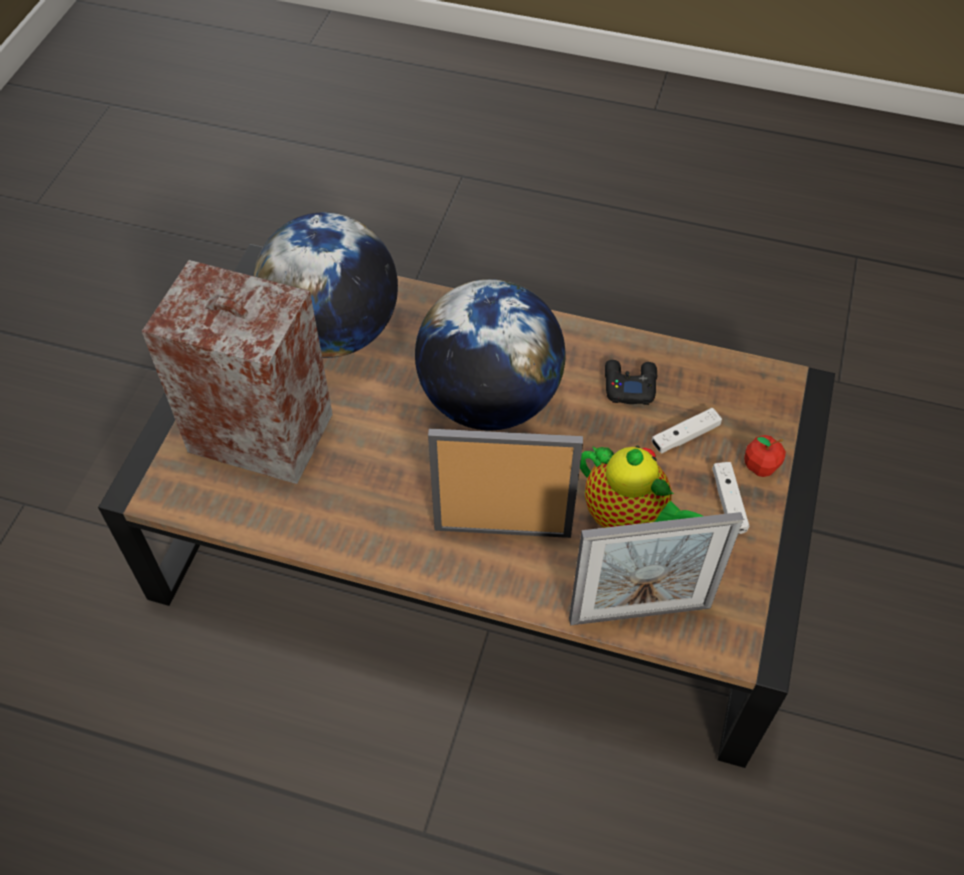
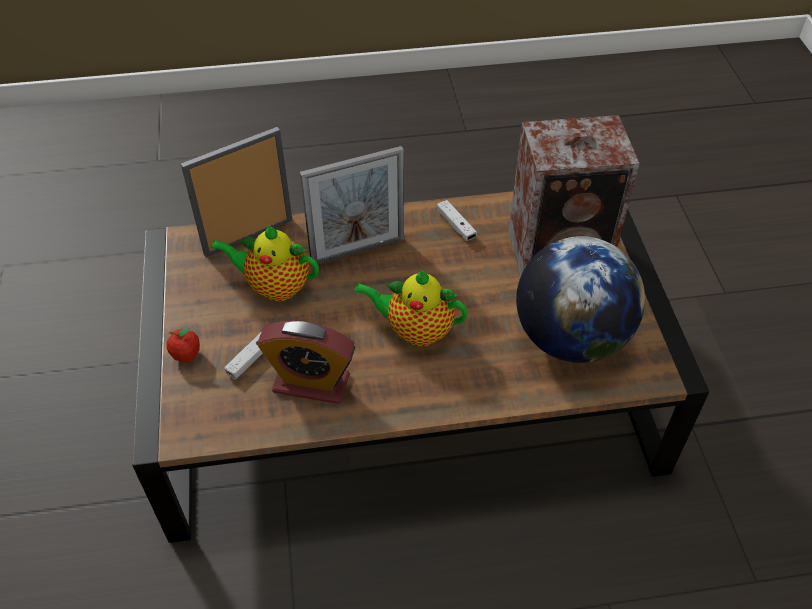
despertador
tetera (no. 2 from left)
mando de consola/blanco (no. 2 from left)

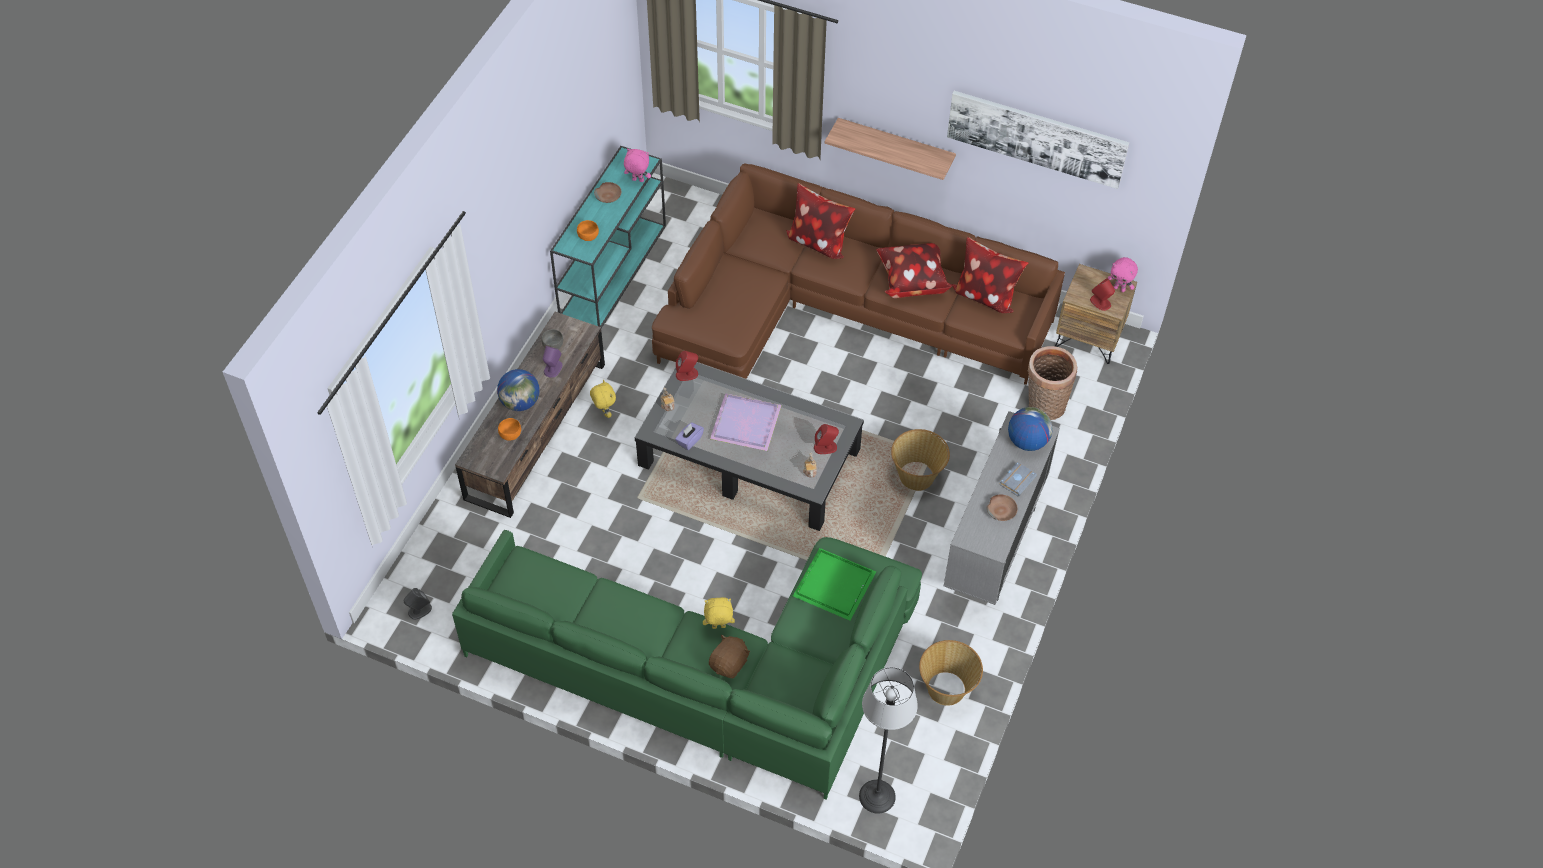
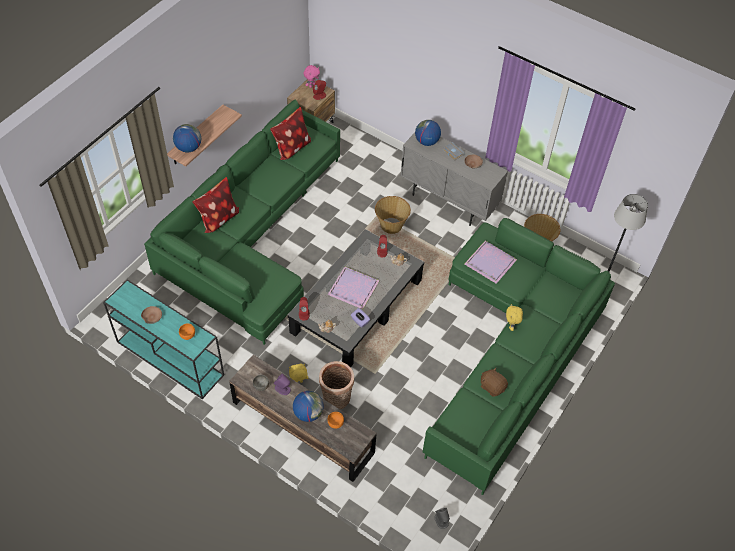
sofá/verde (no. 1 from left)
globo terráqueo (no. 1 from left)
cesta (no. 1 from left)
bandeja/morado (no. 2 from left)
peluche/marrón
peluche/rosa (no. 1 from left in the first image)
cojín (no. 2 from left in the first image)
cuadro

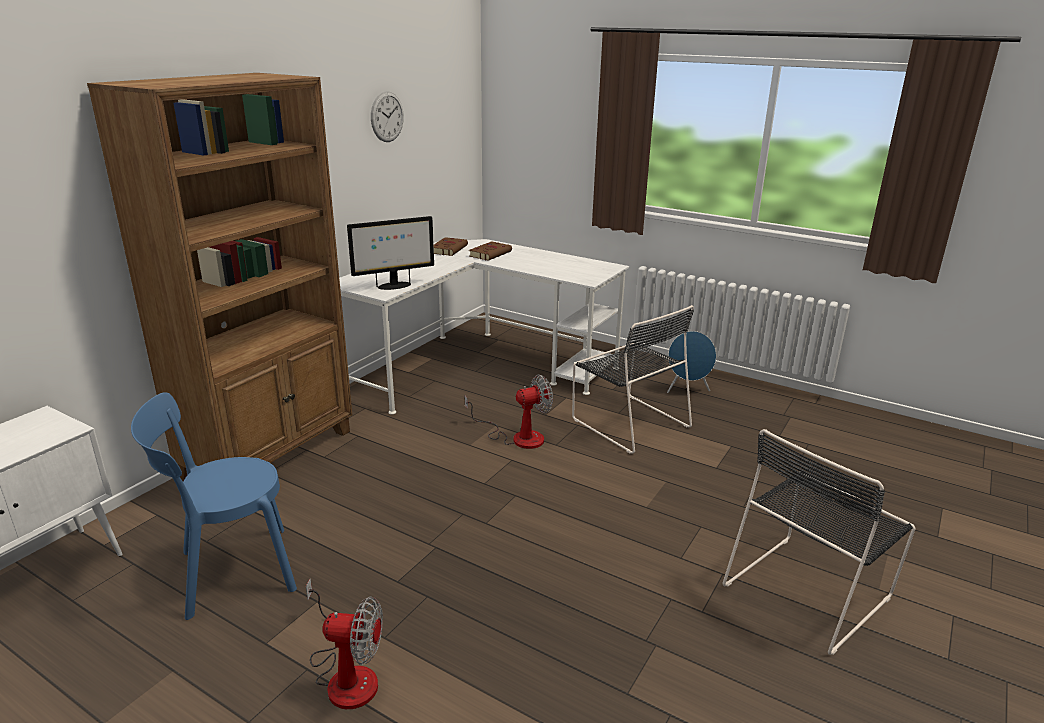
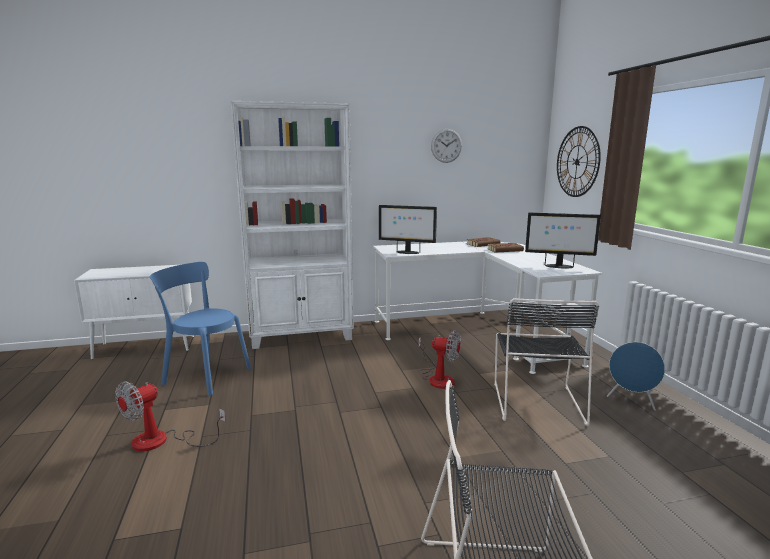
ventilador (no. 1 from left)
estantería/blanco
monitor (no. 2 from left)
reloj de pared (no. 2 from left)

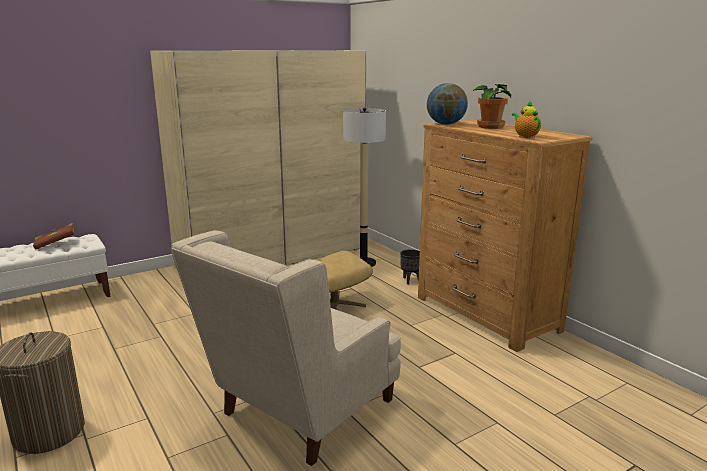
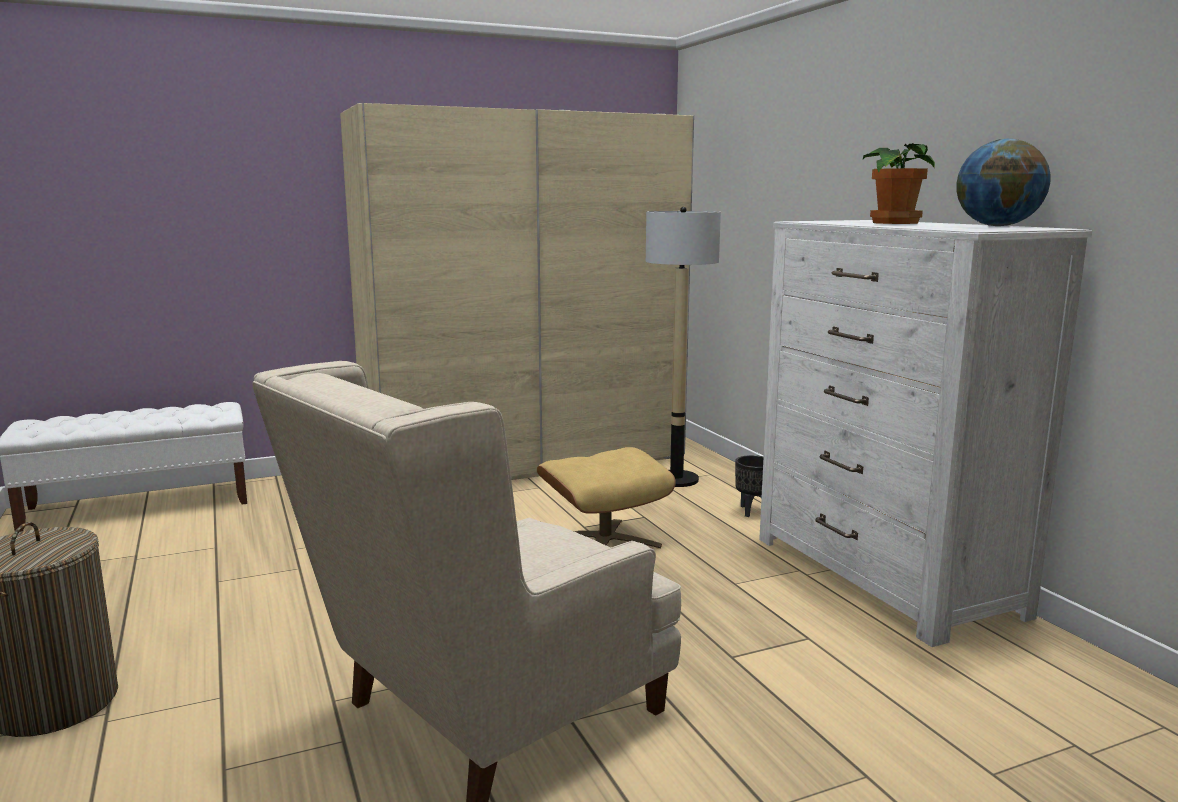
cómoda/blanco
globo terráqueo
libro/marrón
tetera

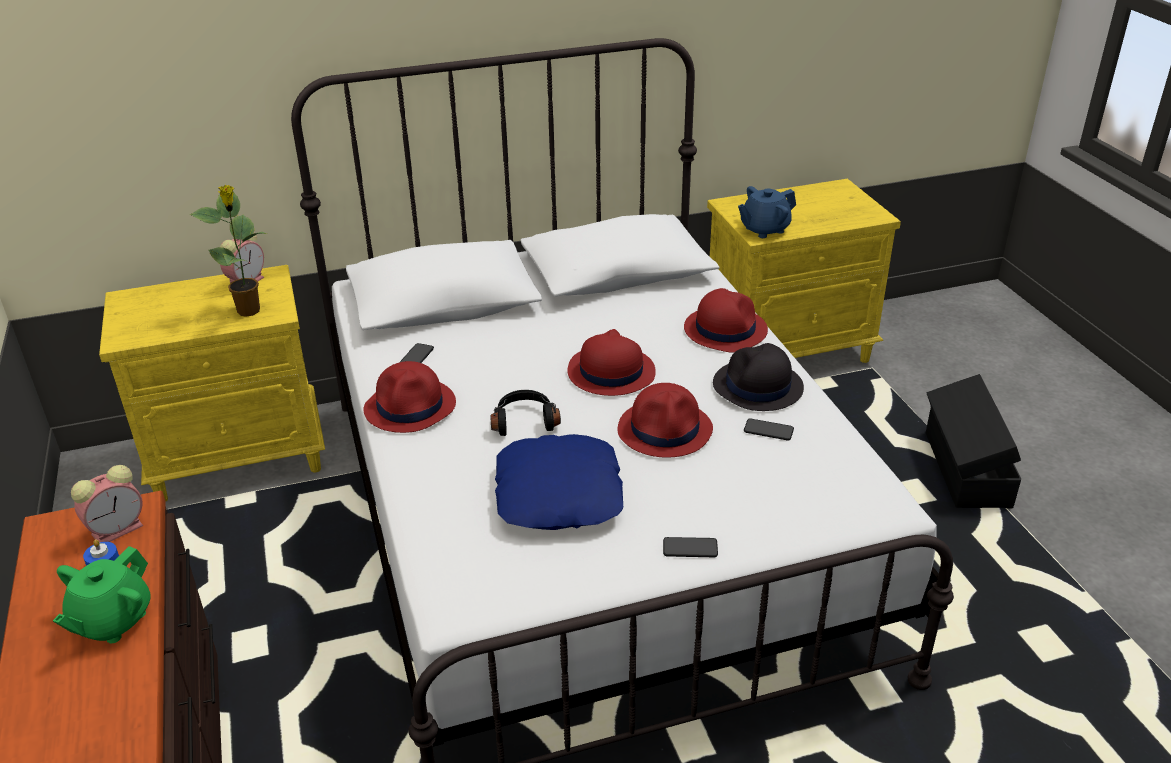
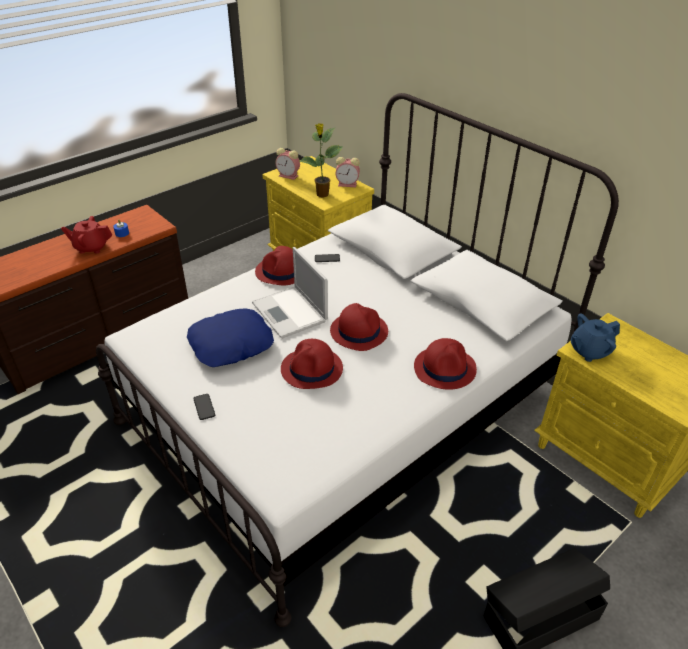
tetera/rojo
portátil
despertador (no. 1 from left)
tetera/azul
sombrero/negro
móvil (no. 3 from left in the first image)

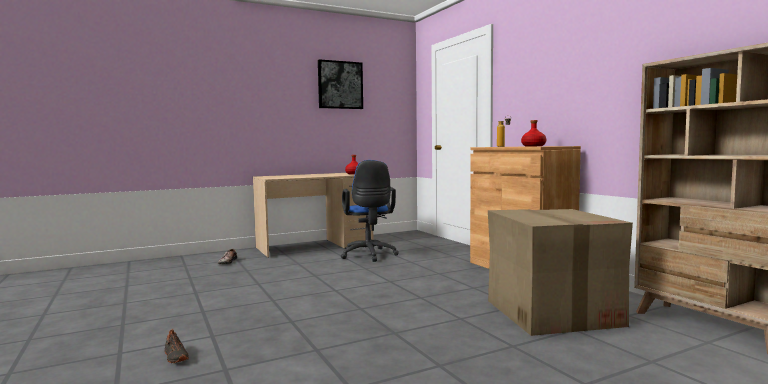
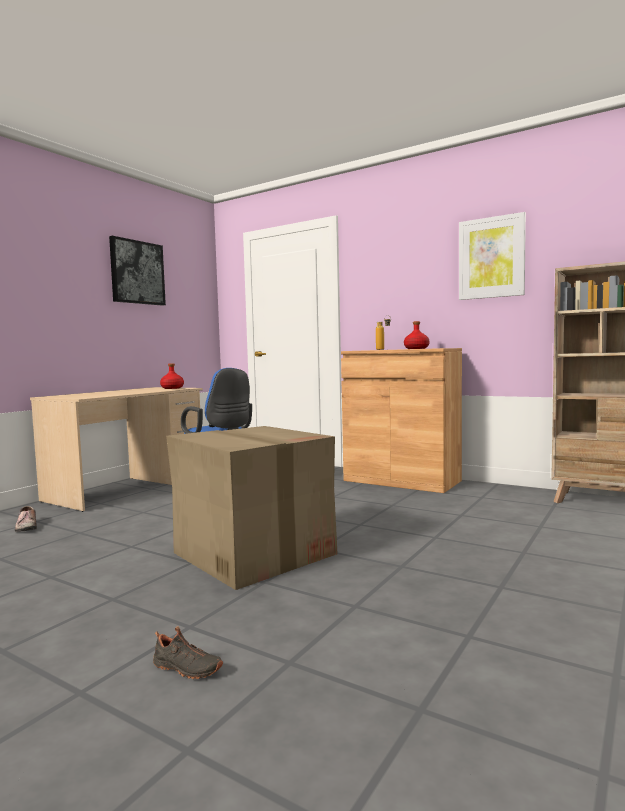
caja de cartón
cuadro (no. 2 from left)

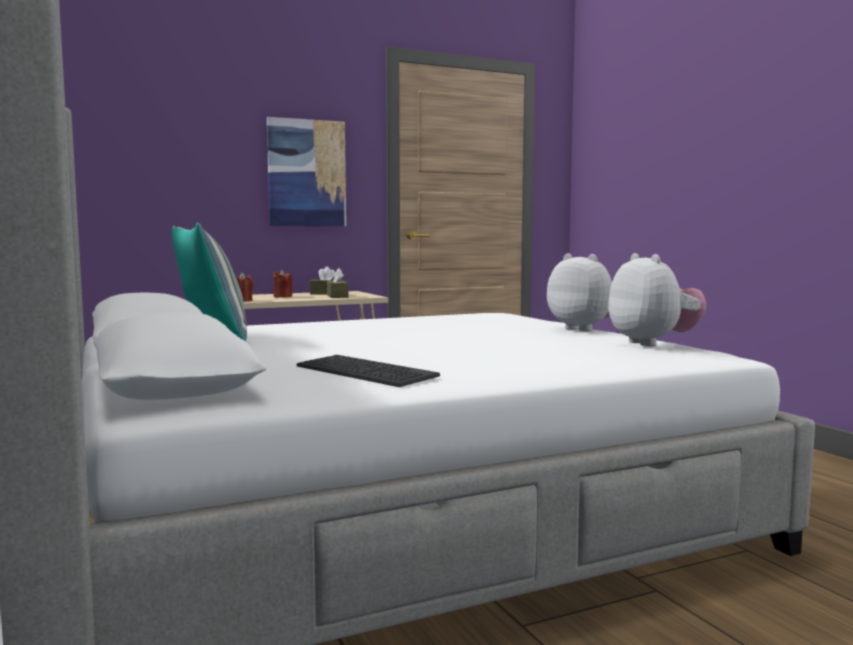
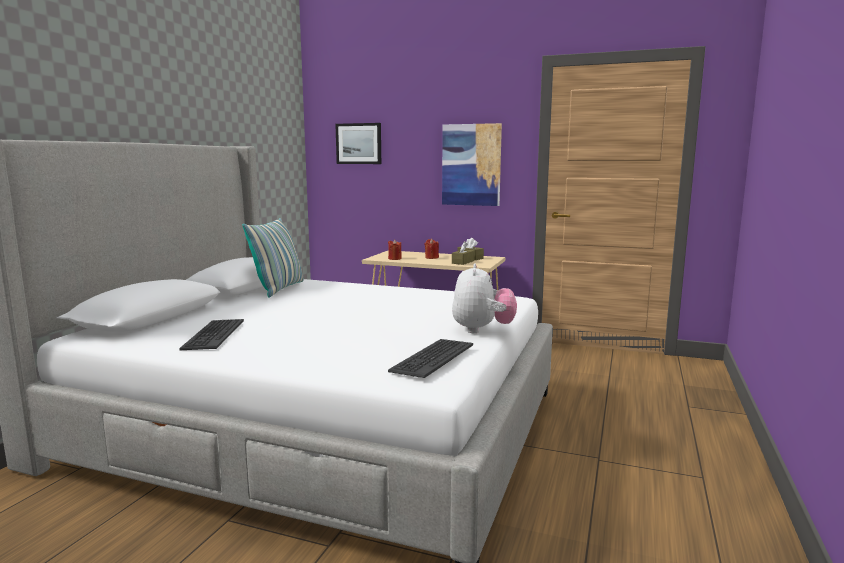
cuadro (no. 1 from left)
teclado (no. 2 from left)

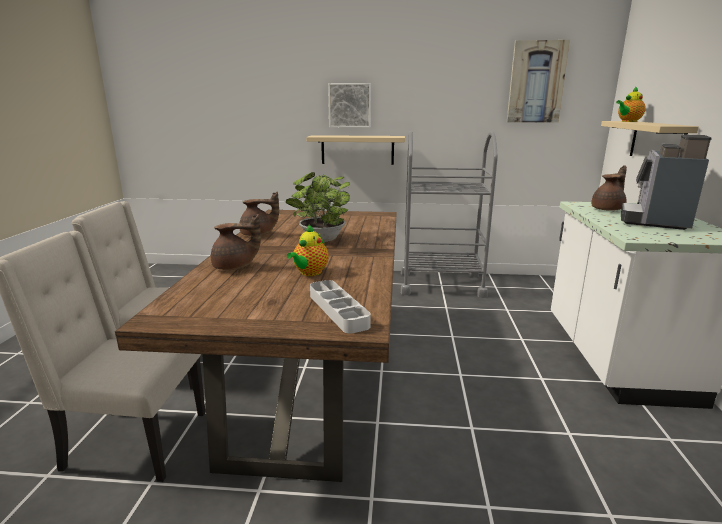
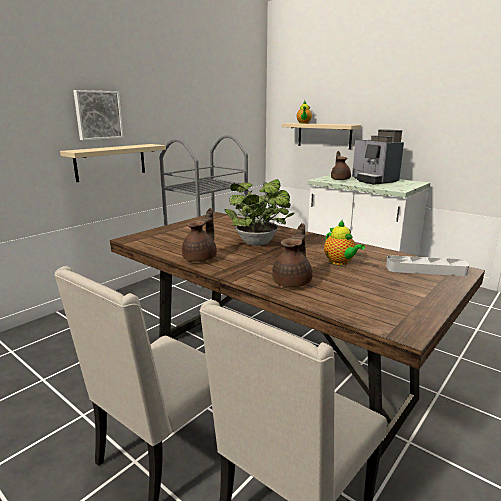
cuadro (no. 2 from left in the first image)

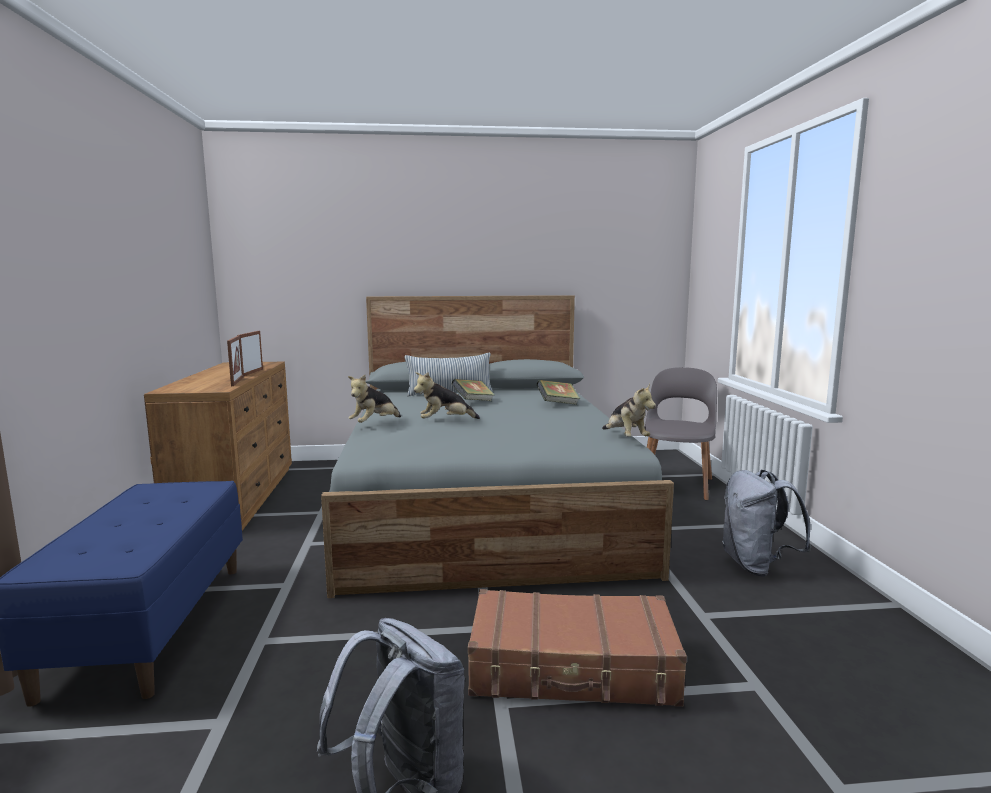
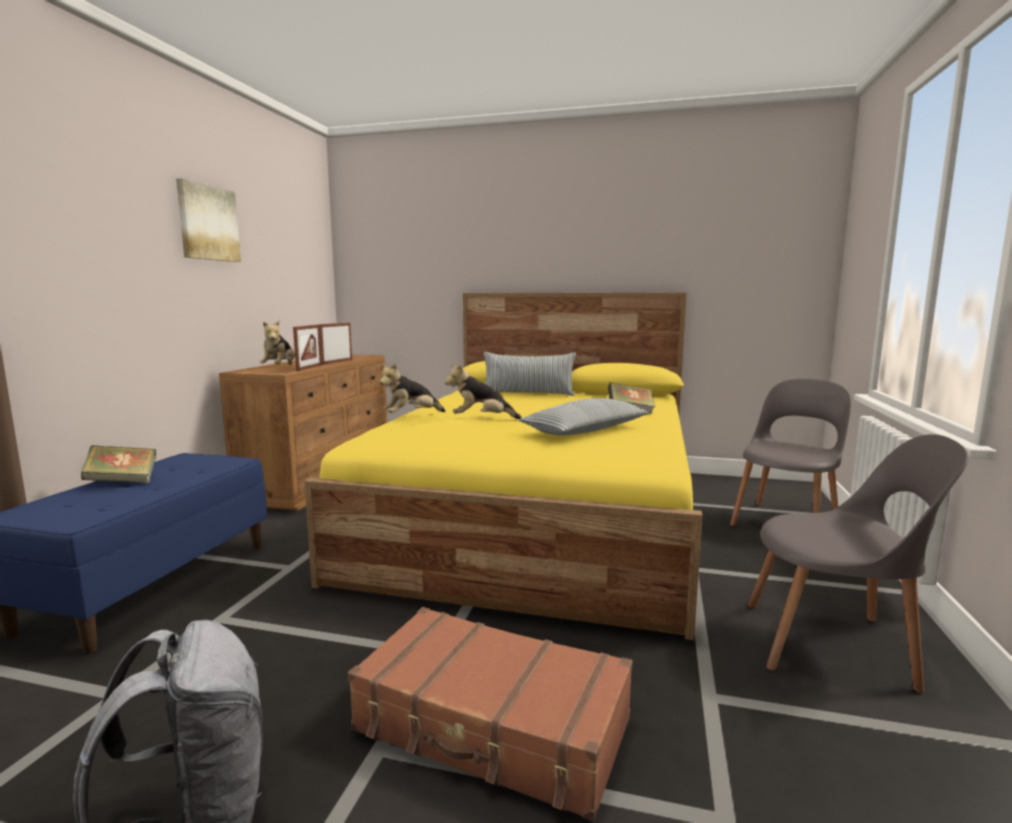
libro (no. 1 from left)
cuadro
peluche (no. 1 from left)
cama/amarillo
cojín (no. 2 from left)
silla/gris (no. 2 from left)

